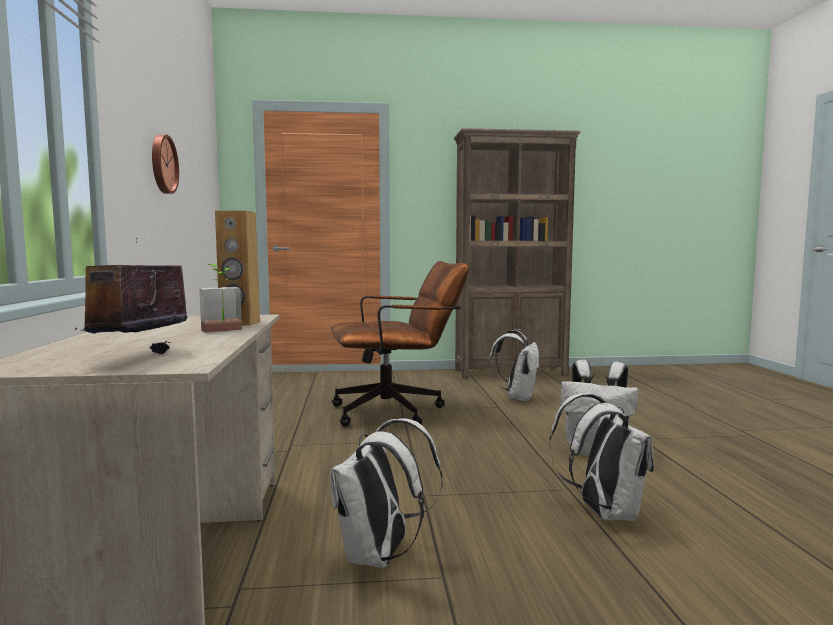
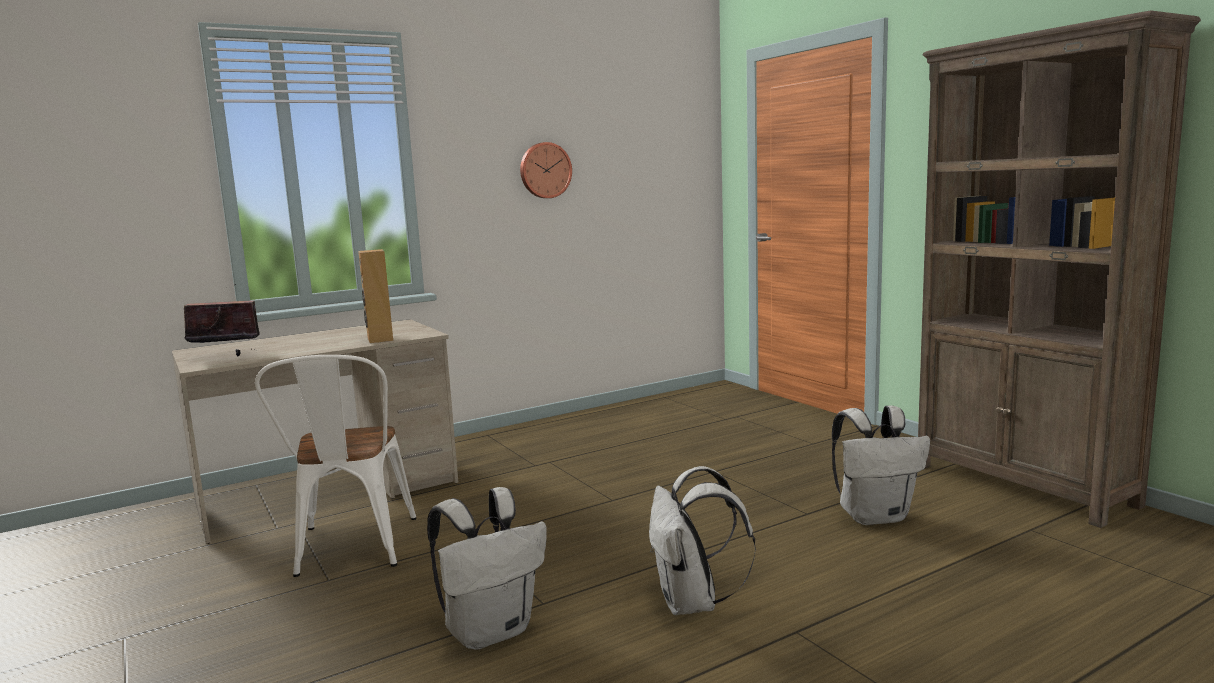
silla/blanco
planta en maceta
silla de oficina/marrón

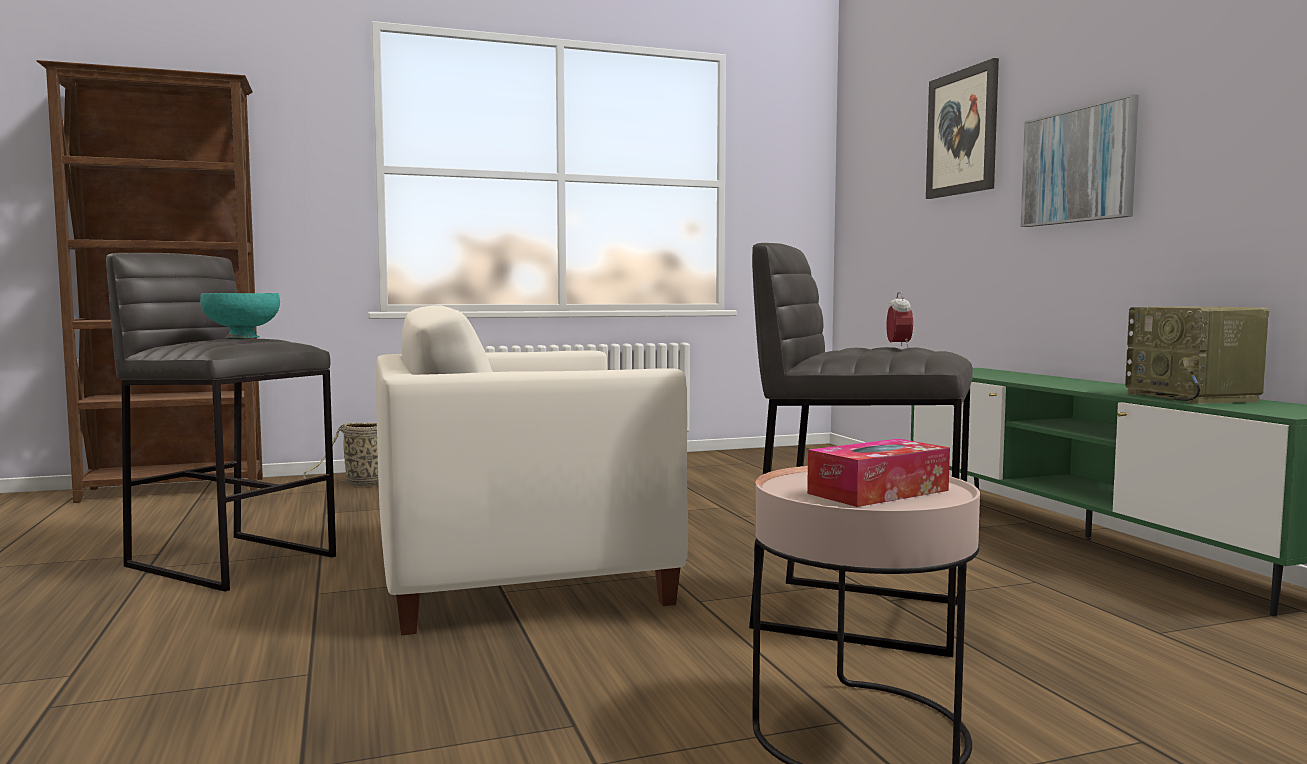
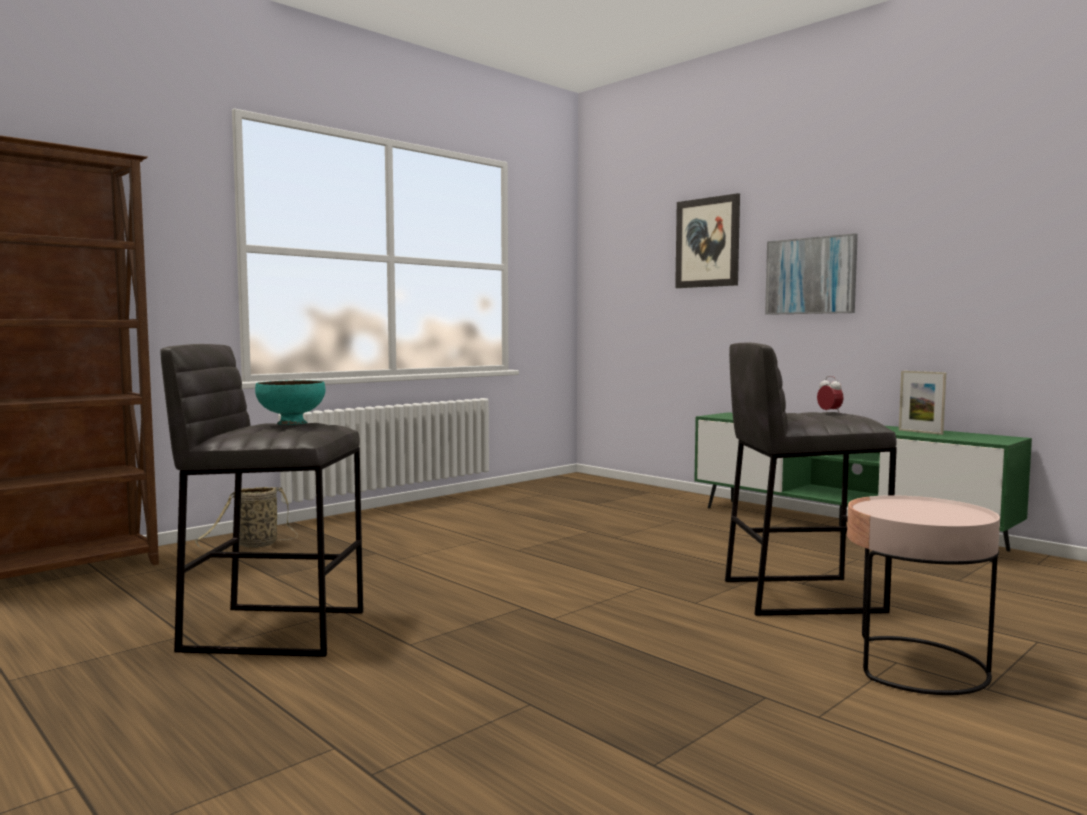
portarretratos
sillón/blanco
caja de pañuelos

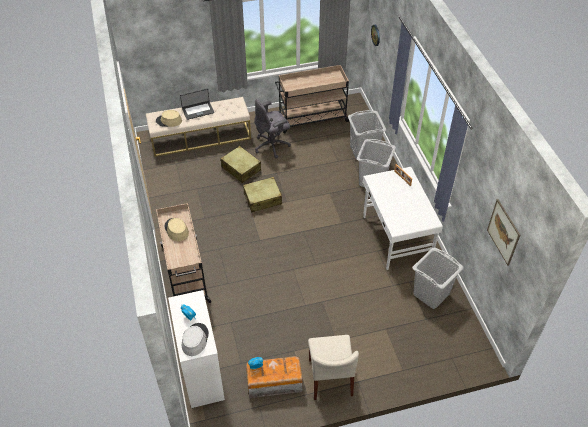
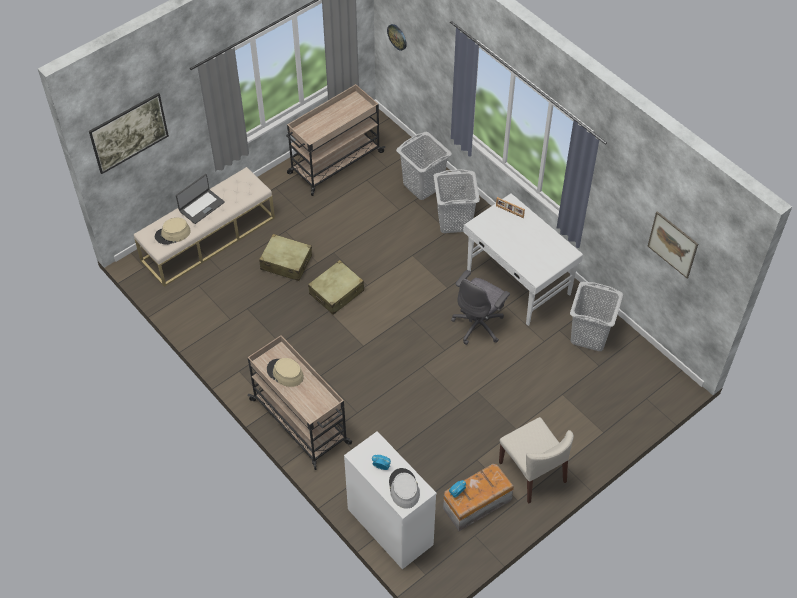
cuadro (no. 1 from left)
silla de oficina/gris

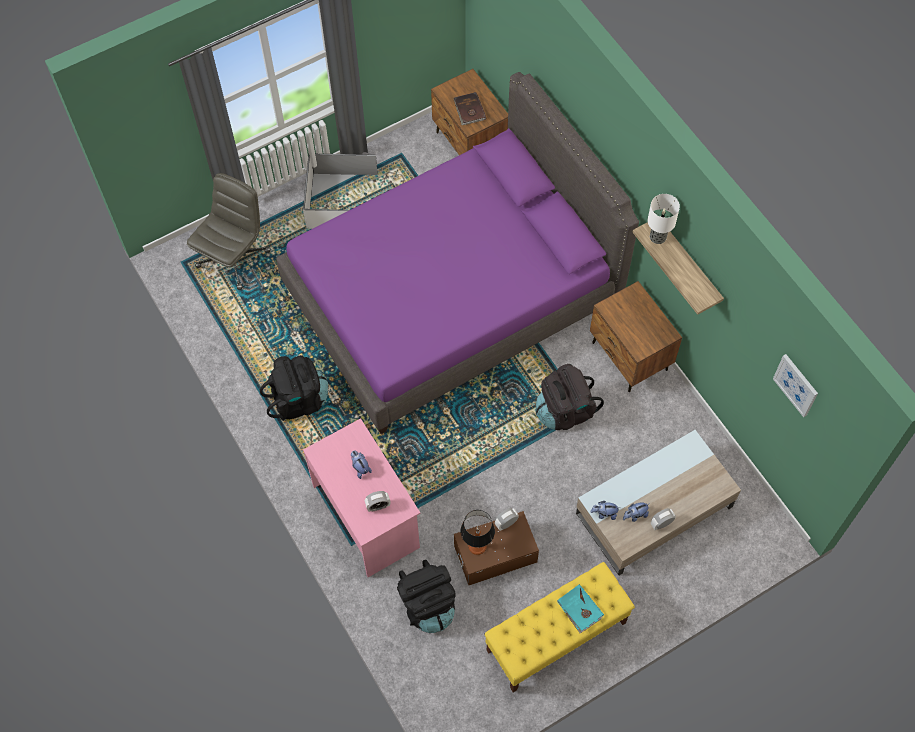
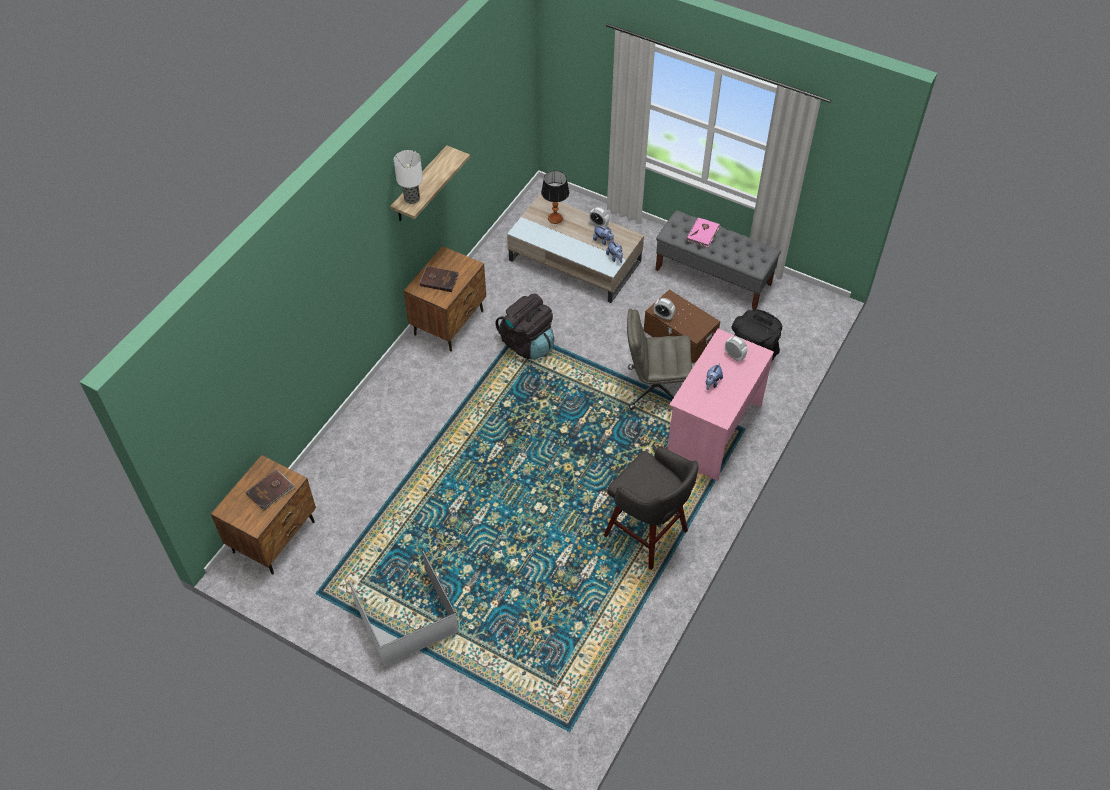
libro/marrón (no. 2 from left)
lámpara de mesa (no. 2 from left)
taburete/gris
silla de oficina/gris
banco/gris
libro/rosa
cama/morado
cuadro

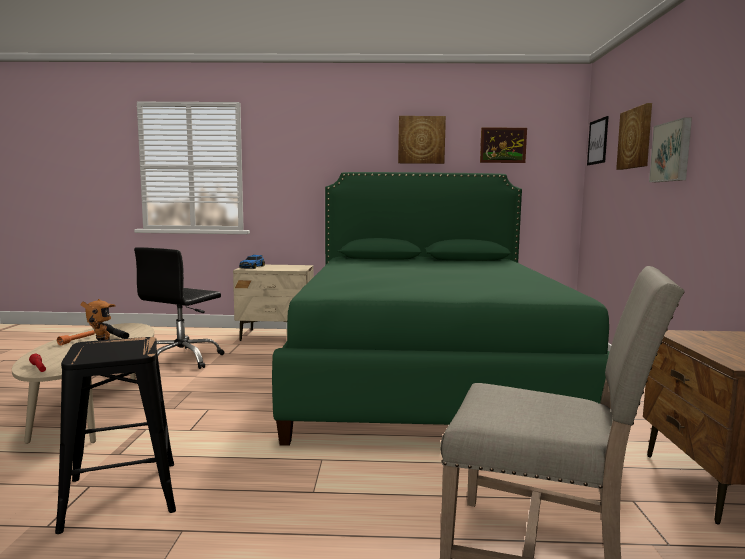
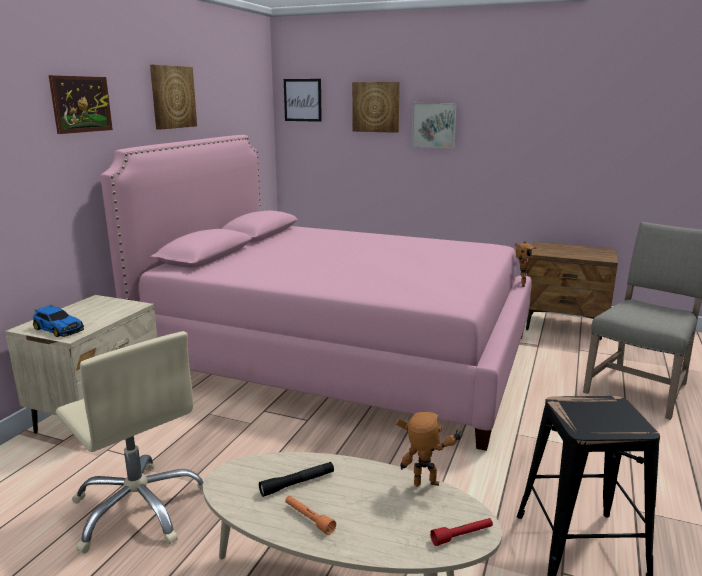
cuadro (no. 1 from left)
silla de oficina/beis
cama/rosa
robot de juguete (no. 2 from left)

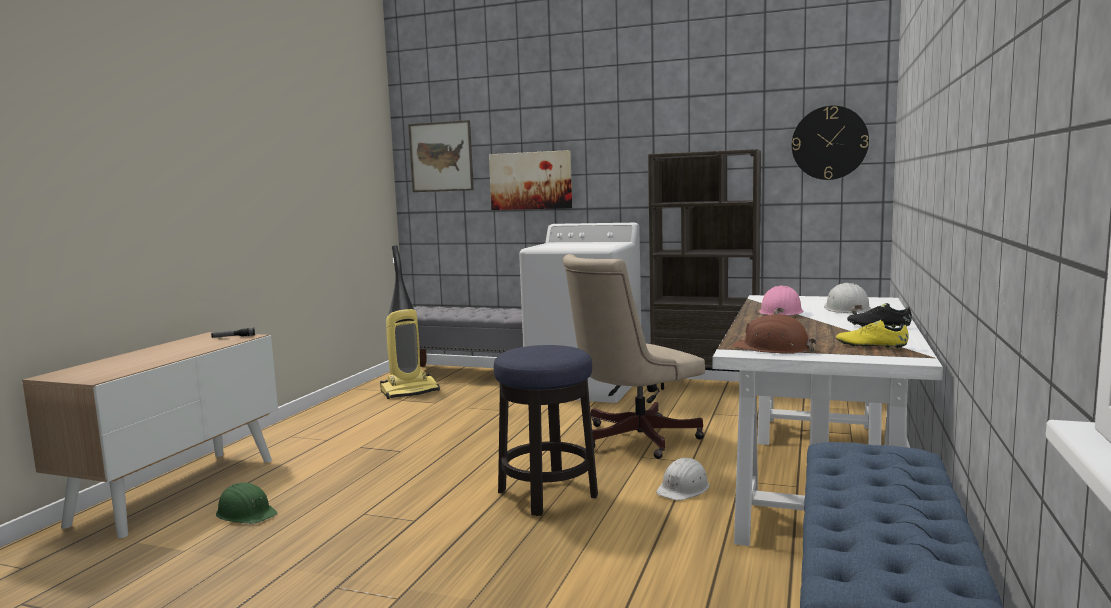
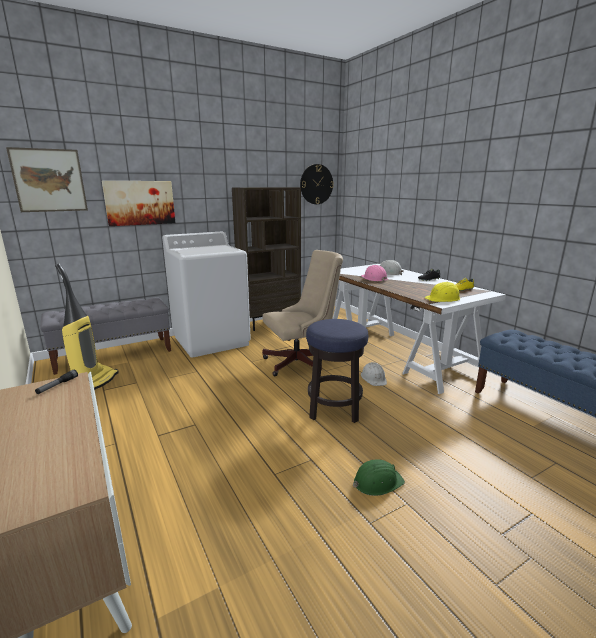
silla de oficina/beis
casco/verde
casco/amarillo

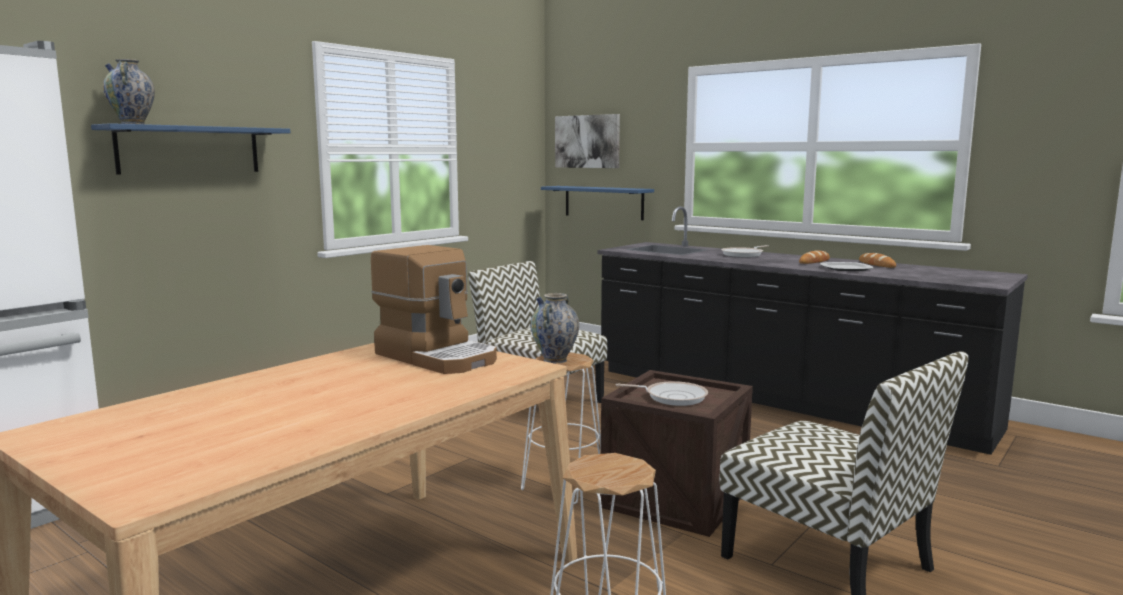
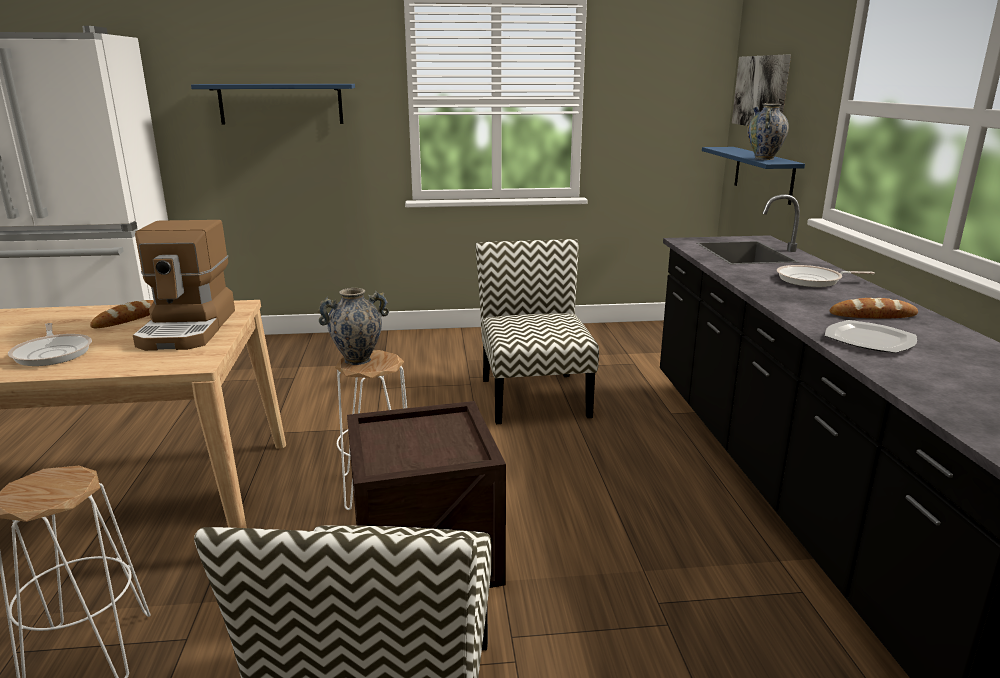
sartén (no. 1 from left)
pan (no. 1 from left)
florero (no. 2 from left)

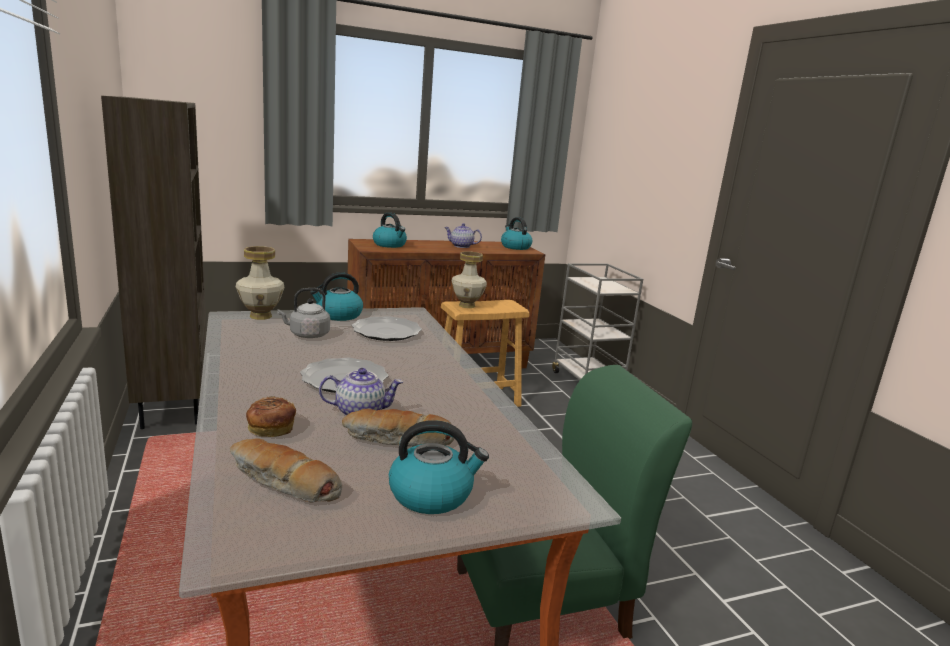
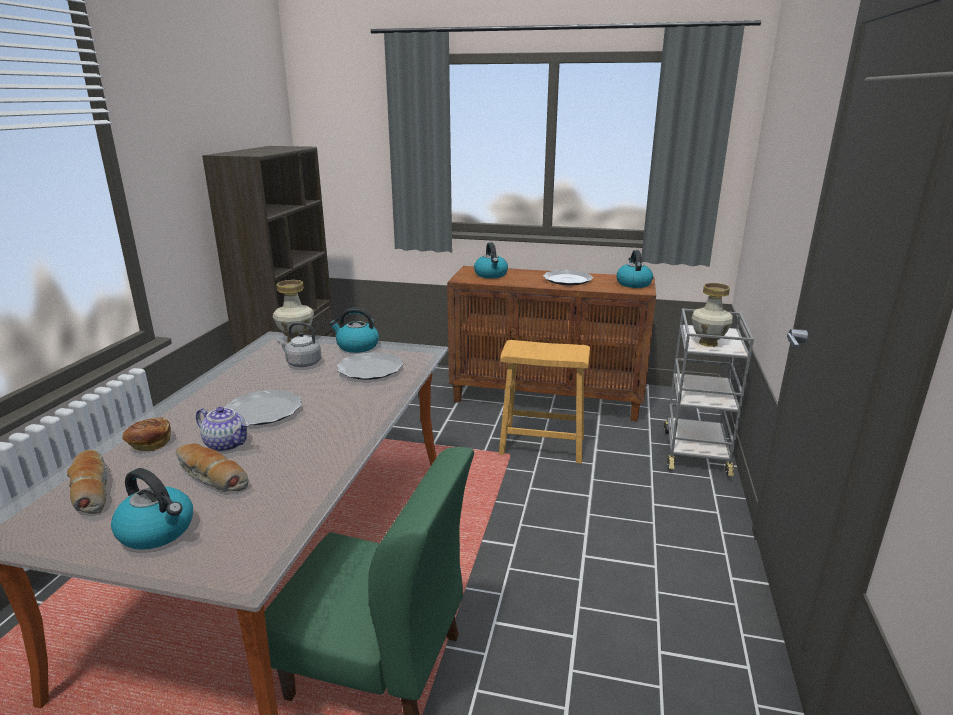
plato (no. 3 from left)
florero (no. 2 from left)

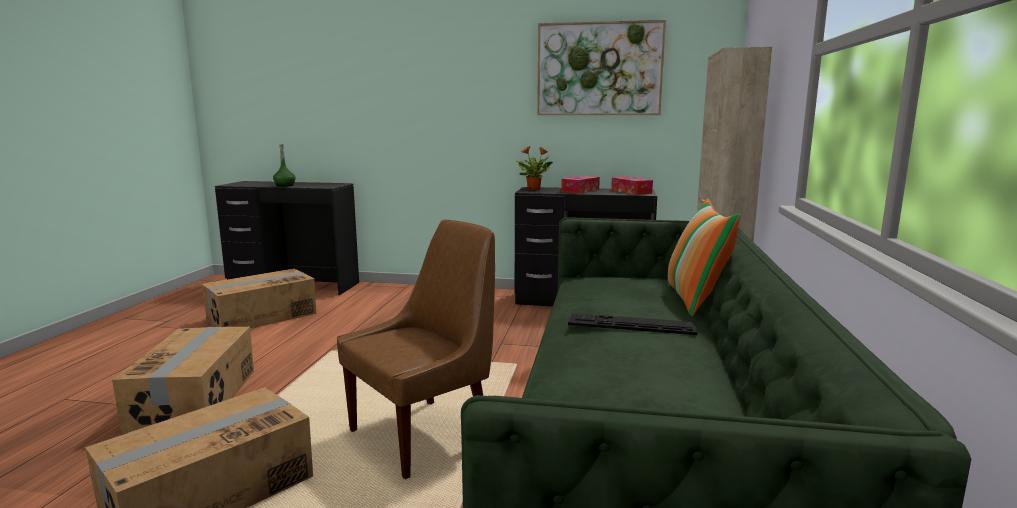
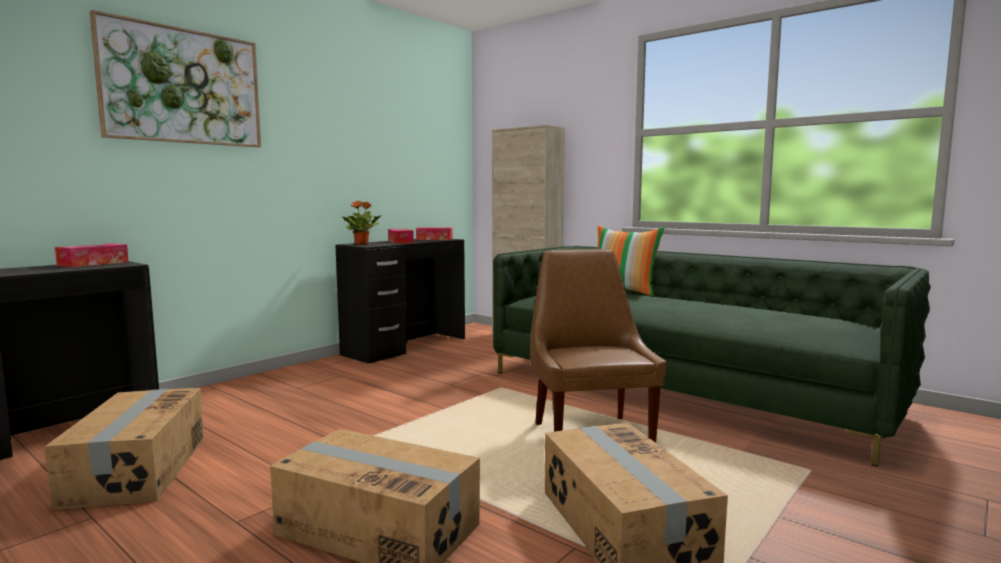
caja de pañuelos (no. 1 from left)
cuadro
botella/verde
teclado

